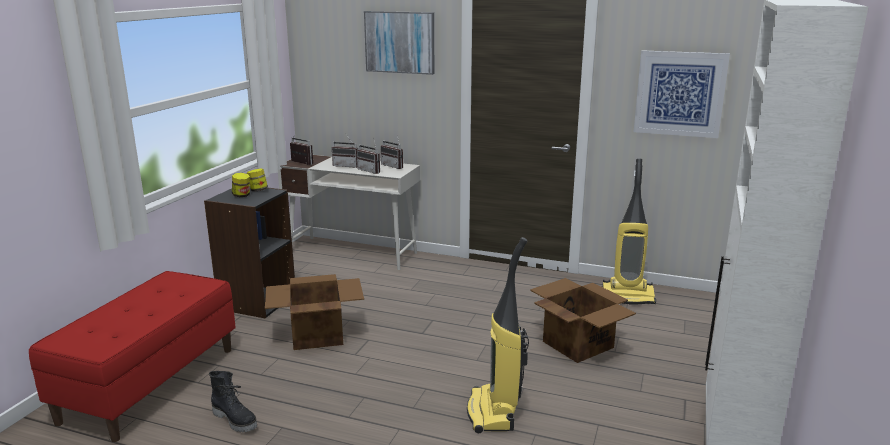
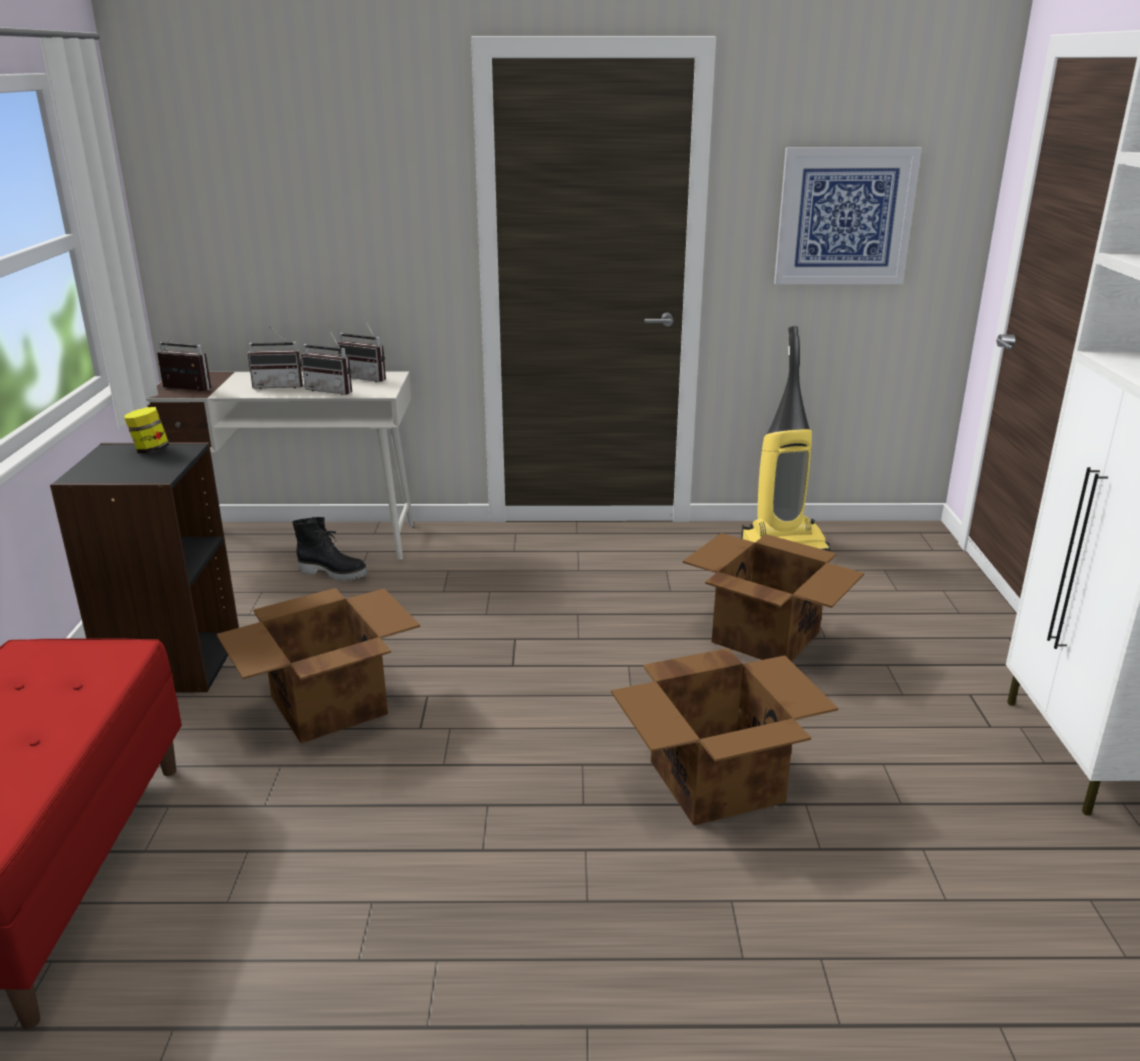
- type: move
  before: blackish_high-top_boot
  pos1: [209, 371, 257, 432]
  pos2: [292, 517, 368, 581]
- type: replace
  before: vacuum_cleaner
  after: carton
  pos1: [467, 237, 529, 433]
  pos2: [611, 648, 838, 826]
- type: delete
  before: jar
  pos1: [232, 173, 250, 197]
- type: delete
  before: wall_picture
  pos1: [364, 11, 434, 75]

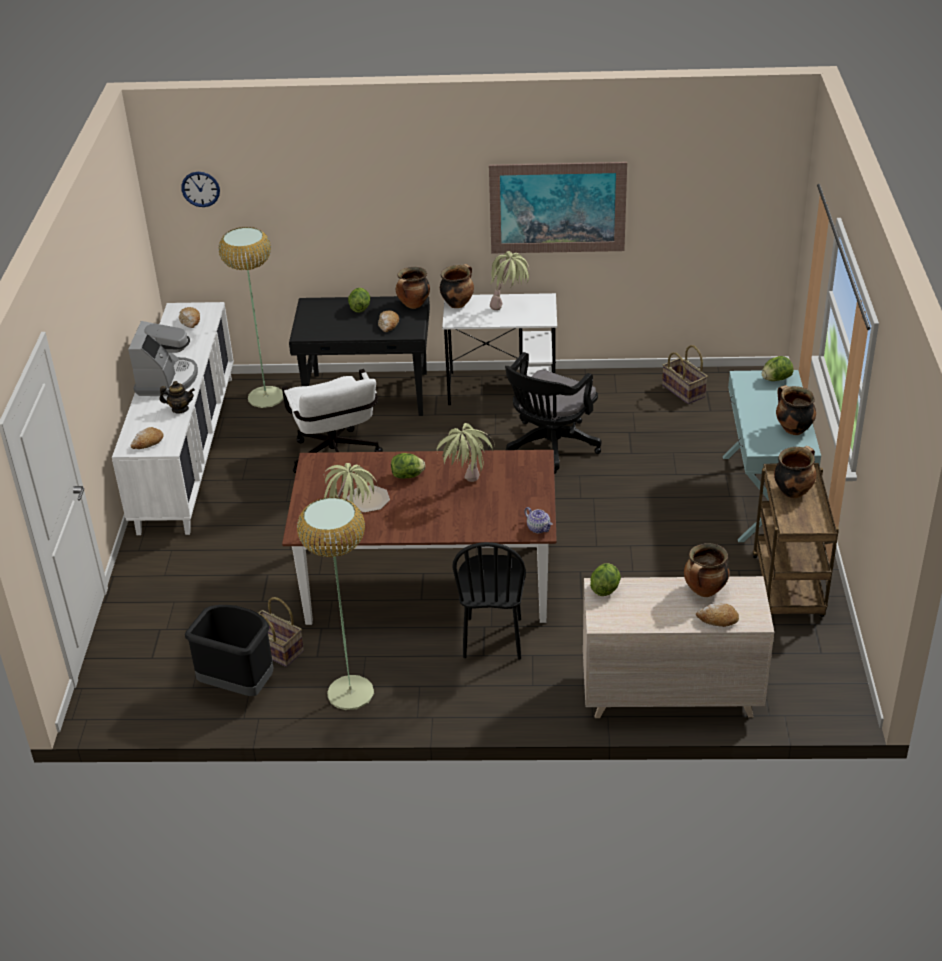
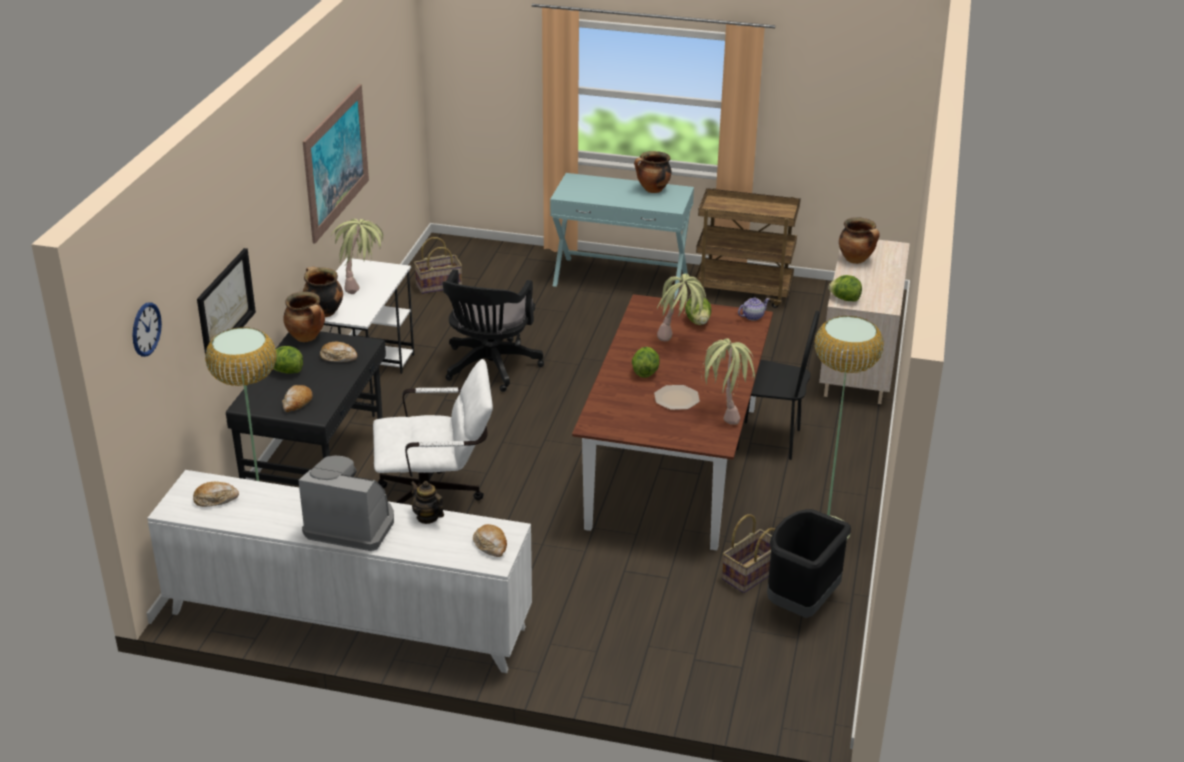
- type: insert
  after: wall_picture
  pos2: [197, 248, 256, 357]
- type: move
  before: bread
  pos1: [696, 603, 739, 627]
  pos2: [282, 385, 313, 412]
- type: rotate
  before: teapot
  pos1: [160, 381, 195, 413]
  pos2: [411, 481, 444, 524]
  turn: -60
- type: rotate
  before: blackish_desk_chair
  pos1: [505, 352, 602, 474]
  pos2: [442, 269, 544, 392]
  turn: 60
- type: move
  before: head_of_lettuce
  pos1: [762, 356, 794, 381]
  pos2: [685, 297, 711, 325]
- type: delete
  before: saucepot
  pos1: [774, 446, 816, 498]

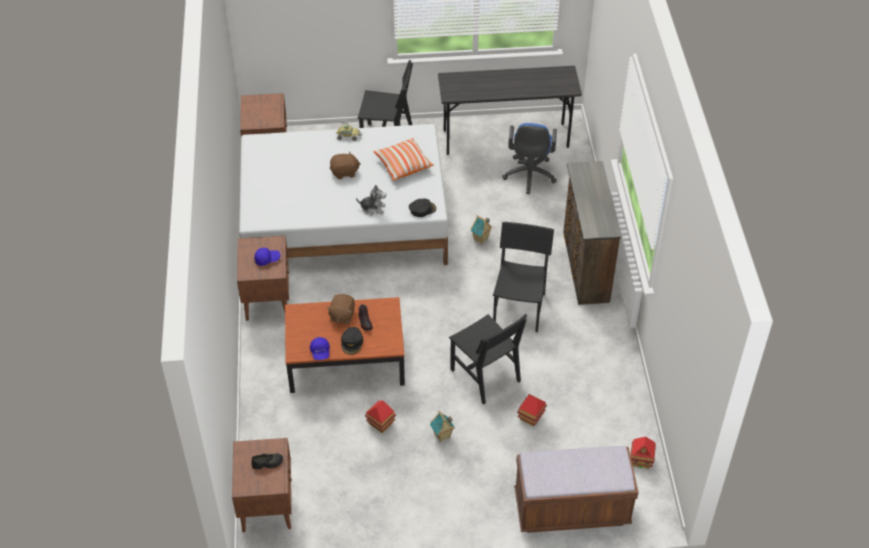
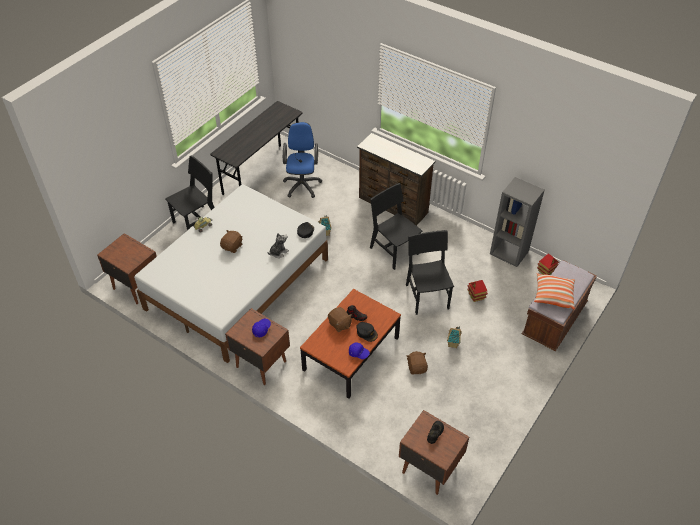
- type: rotate
  before: blue-coloured_desk_chair
  pos1: [502, 123, 557, 194]
  pos2: [283, 122, 322, 198]
  turn: -135
- type: rotate
  before: blackish_plain_chair
  pos1: [449, 314, 527, 404]
  pos2: [406, 230, 454, 315]
  turn: -105
- type: replace
  before: model_house
  after: brownish_plush_toy
  pos1: [365, 400, 396, 433]
  pos2: [407, 351, 428, 374]
- type: insert
  after: greyish_shelving_unit
  pos2: [490, 177, 545, 267]
- type: move
  before: cushion
  pos1: [373, 138, 434, 181]
  pos2: [534, 273, 575, 309]

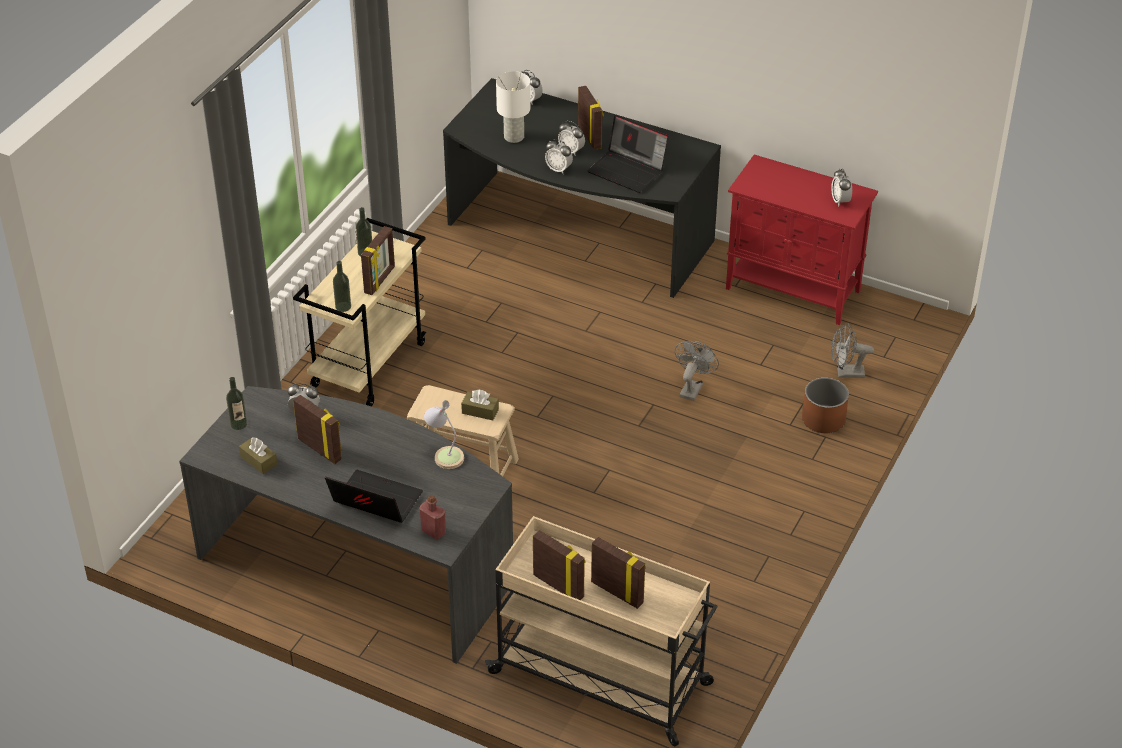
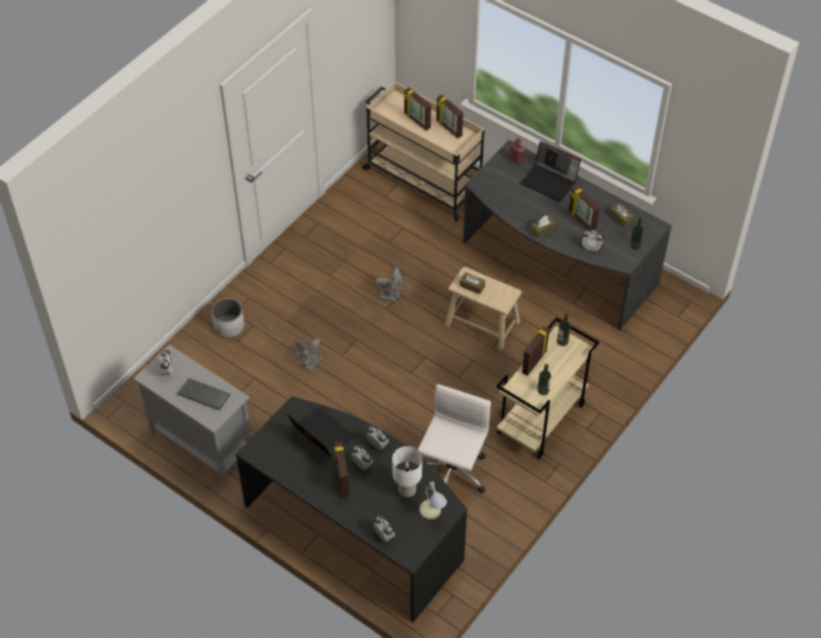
- type: recolor
  before: red-coloured_cupboard
  after: greyish_cupboard
  pos1: [726, 155, 878, 325]
  pos2: [133, 344, 252, 484]
- type: insert
  after: computer_keyboard
  pos2: [178, 378, 230, 410]
- type: recolor
  before: brownish_flower_pot
  after: white_flower_pot
  pos1: [802, 378, 849, 433]
  pos2: [212, 298, 244, 337]
- type: move
  before: greyish_fan
  pos1: [831, 323, 874, 378]
  pos2: [376, 266, 406, 302]
- type: insert
  after: white_desk_chair
  pos2: [417, 384, 491, 493]
- type: move
  before: tabletop_lamp
  pos1: [424, 400, 464, 469]
  pos2: [420, 481, 447, 519]
- type: insert
  after: brownish_tissue_holder
  pos2: [531, 215, 556, 238]

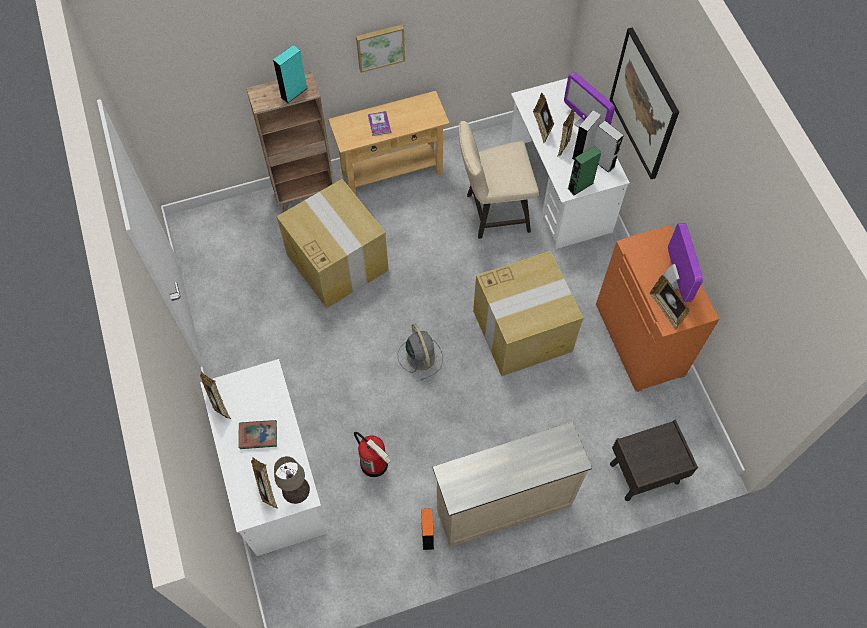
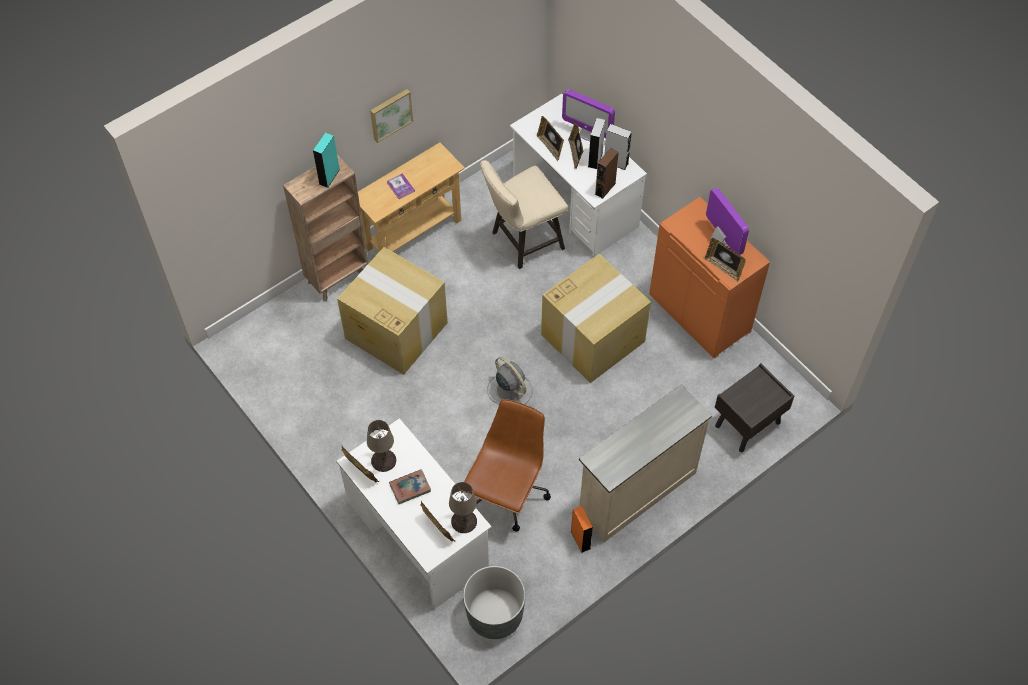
- type: insert
  after: beige-coloured_tabletop_lamp
  pos2: [367, 420, 396, 472]
- type: replace
  before: extinguisher
  after: brownish_desk_chair
  pos1: [354, 432, 391, 477]
  pos2: [463, 399, 551, 532]
- type: insert
  after: greyish_flower_pot
  pos2: [463, 566, 525, 639]
- type: recolor
  before: greenish_audio_speaker
  after: brownish_audio_speaker
  pos1: [568, 146, 601, 195]
  pos2: [595, 148, 619, 199]
- type: delete
  before: wall_picture
  pos1: [610, 27, 679, 179]

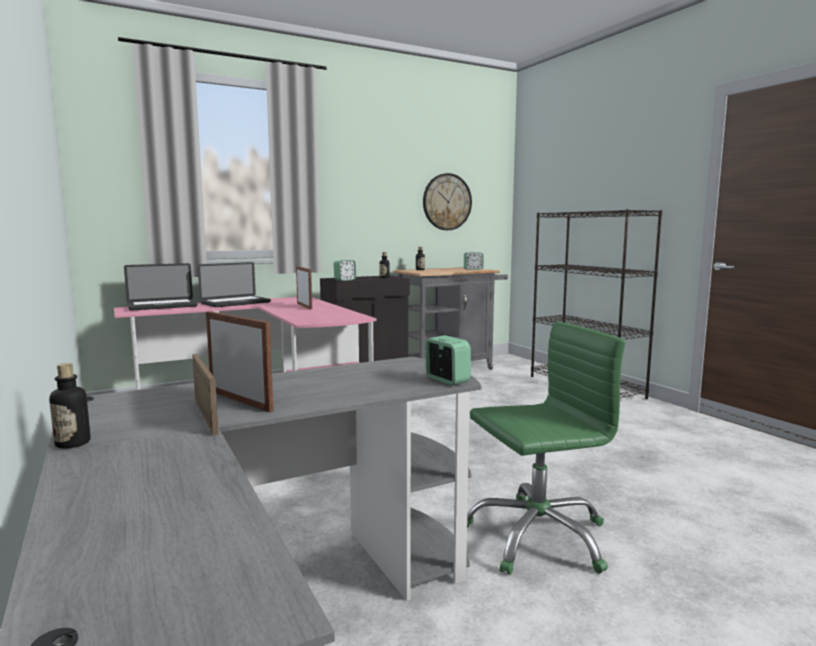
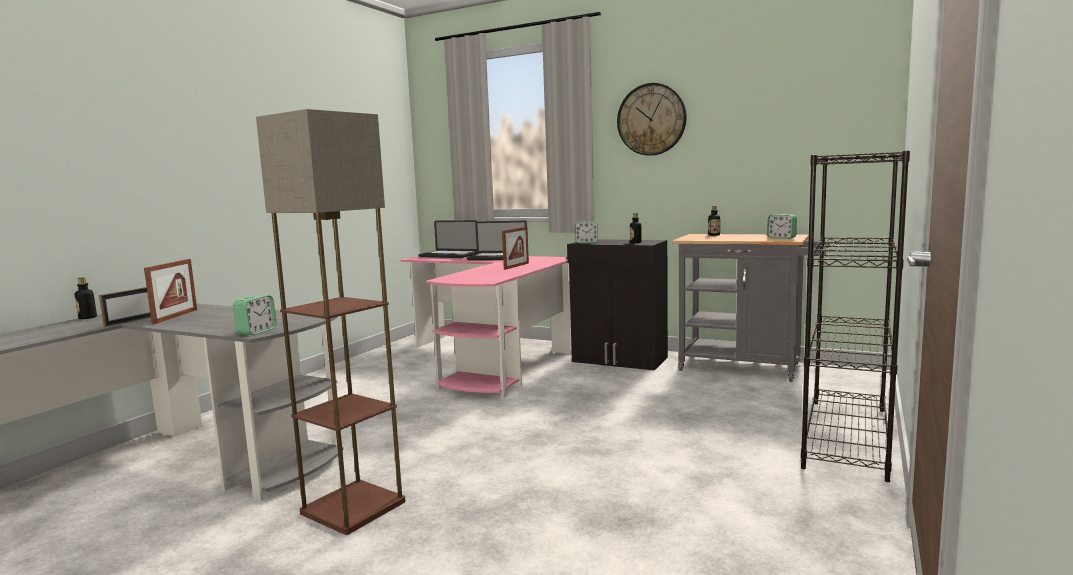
- type: replace
  before: greenish_desk_chair
  after: standing_lamp
  pos1: [467, 321, 625, 575]
  pos2: [256, 109, 405, 535]
- type: move
  before: wall_clock
  pos1: [423, 173, 472, 230]
  pos2: [617, 83, 687, 156]

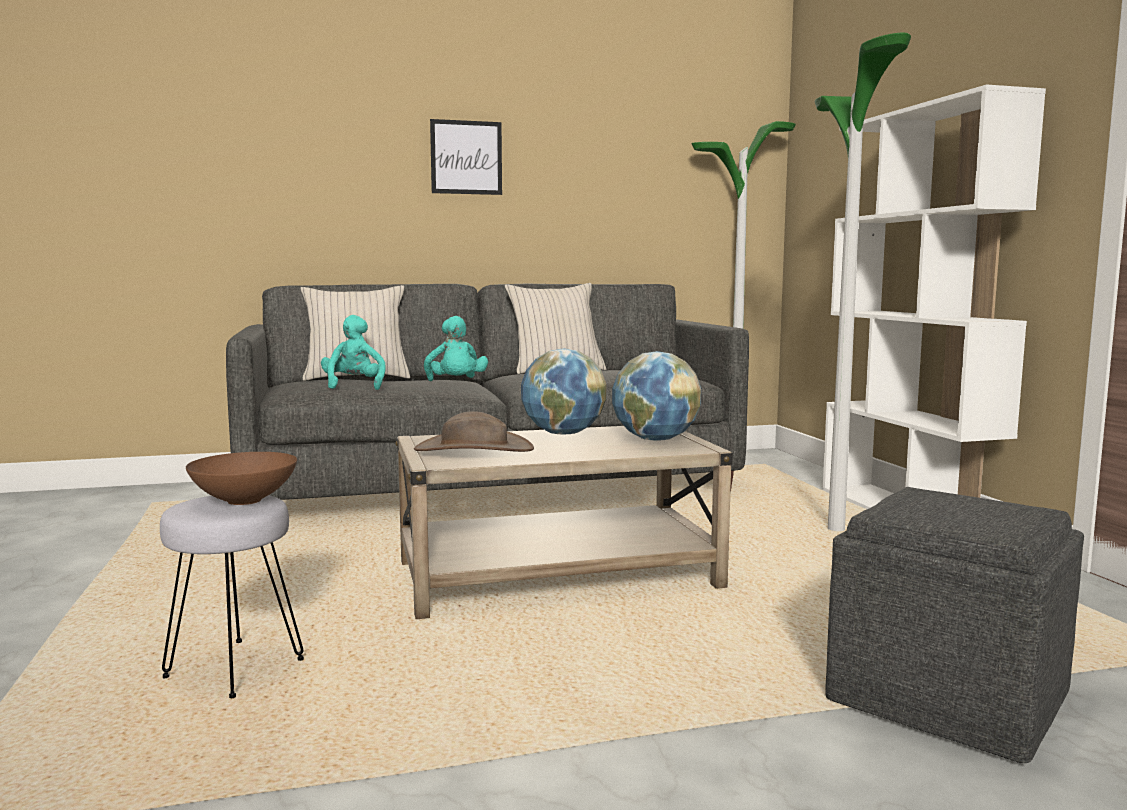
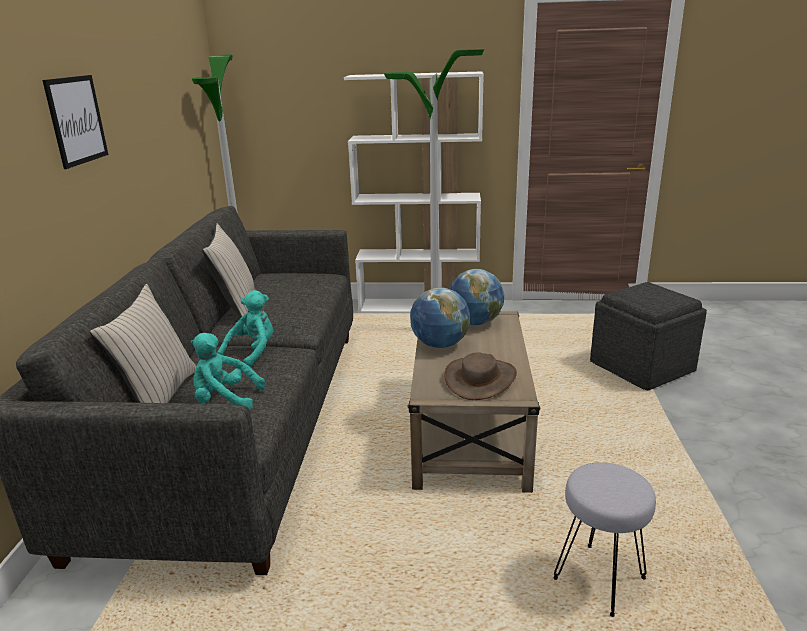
- type: rotate
  before: turquoise-coloured_plush_toy
  pos1: [424, 316, 488, 381]
  pos2: [217, 290, 274, 367]
  turn: -60
- type: delete
  before: brownish_deep_dish
  pos1: [186, 452, 297, 505]

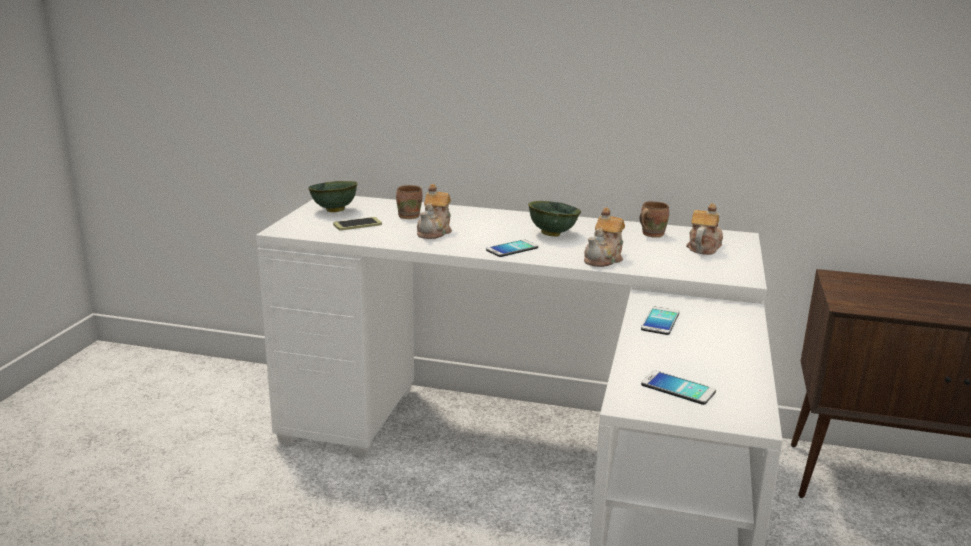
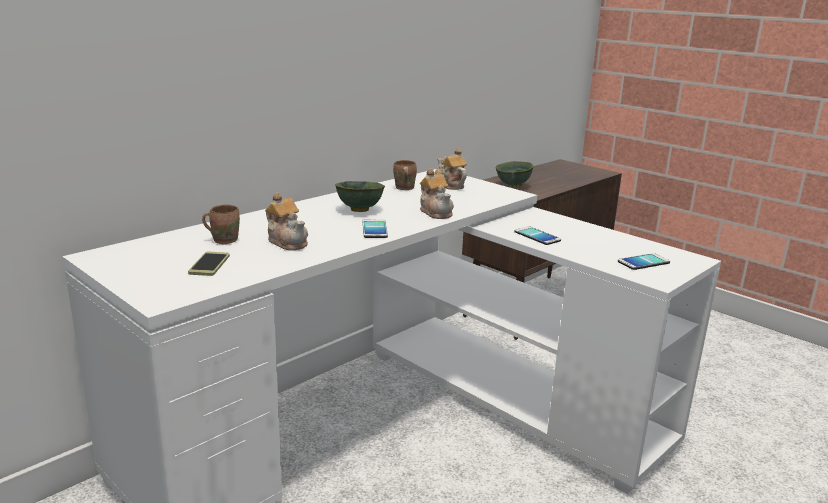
- type: move
  before: greenish_deep_dish
  pos1: [308, 181, 357, 212]
  pos2: [495, 161, 534, 188]

